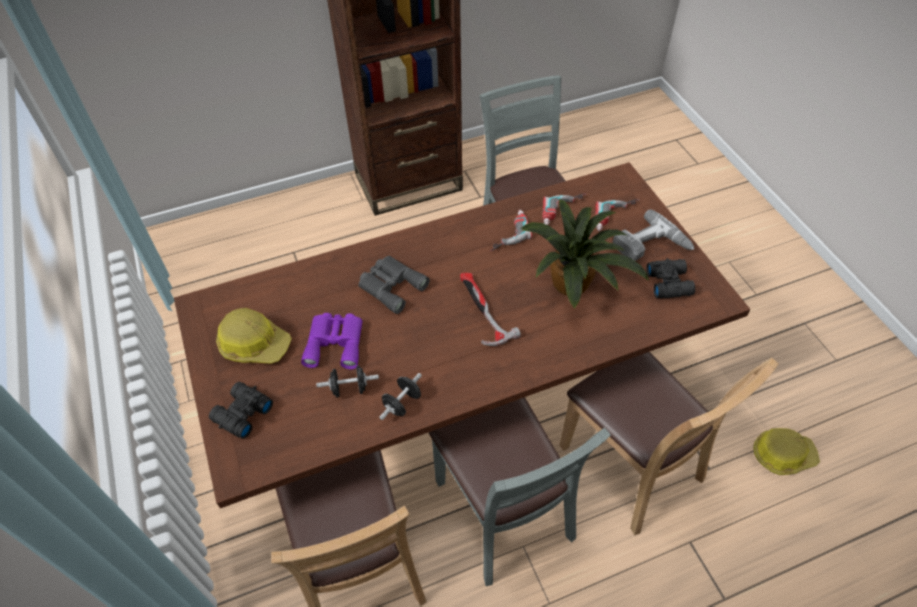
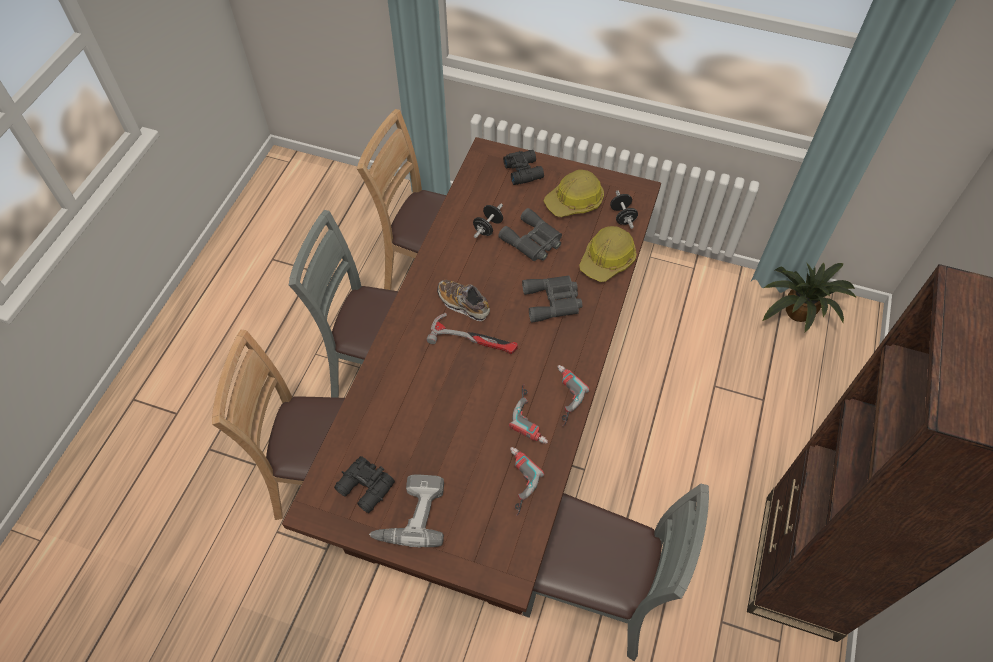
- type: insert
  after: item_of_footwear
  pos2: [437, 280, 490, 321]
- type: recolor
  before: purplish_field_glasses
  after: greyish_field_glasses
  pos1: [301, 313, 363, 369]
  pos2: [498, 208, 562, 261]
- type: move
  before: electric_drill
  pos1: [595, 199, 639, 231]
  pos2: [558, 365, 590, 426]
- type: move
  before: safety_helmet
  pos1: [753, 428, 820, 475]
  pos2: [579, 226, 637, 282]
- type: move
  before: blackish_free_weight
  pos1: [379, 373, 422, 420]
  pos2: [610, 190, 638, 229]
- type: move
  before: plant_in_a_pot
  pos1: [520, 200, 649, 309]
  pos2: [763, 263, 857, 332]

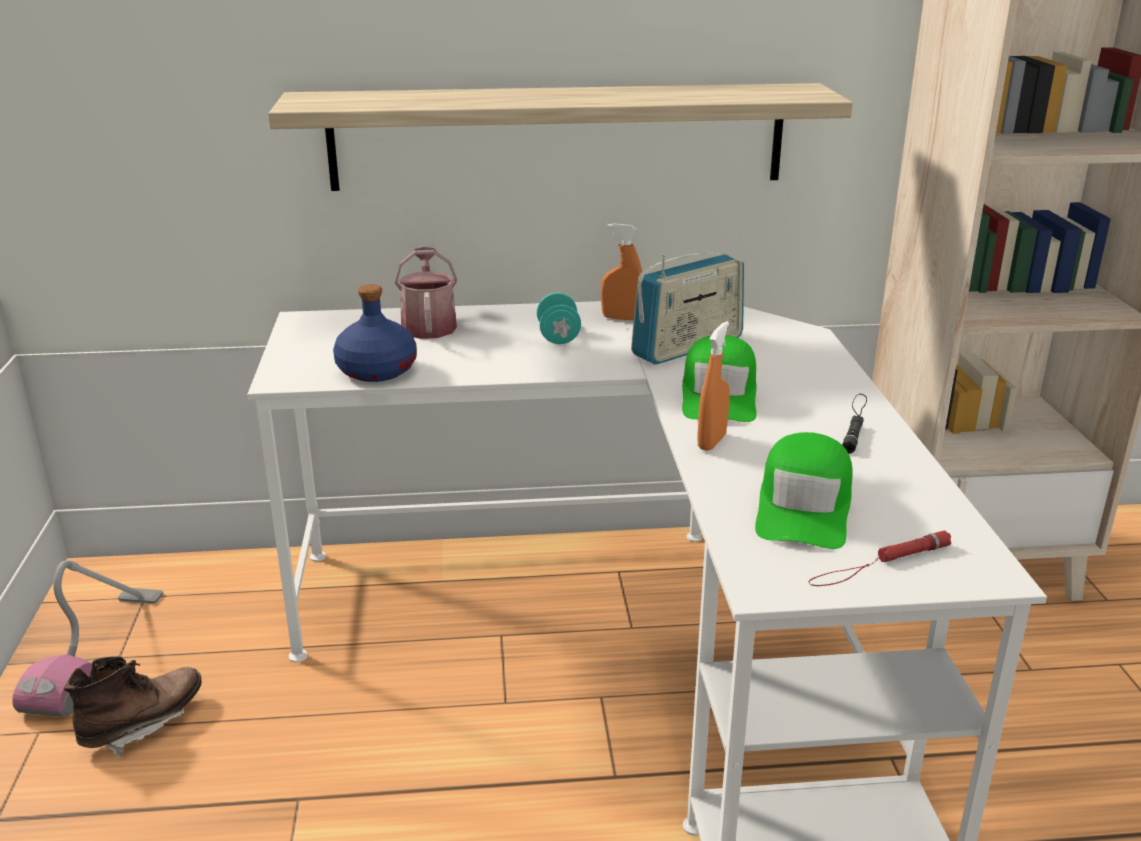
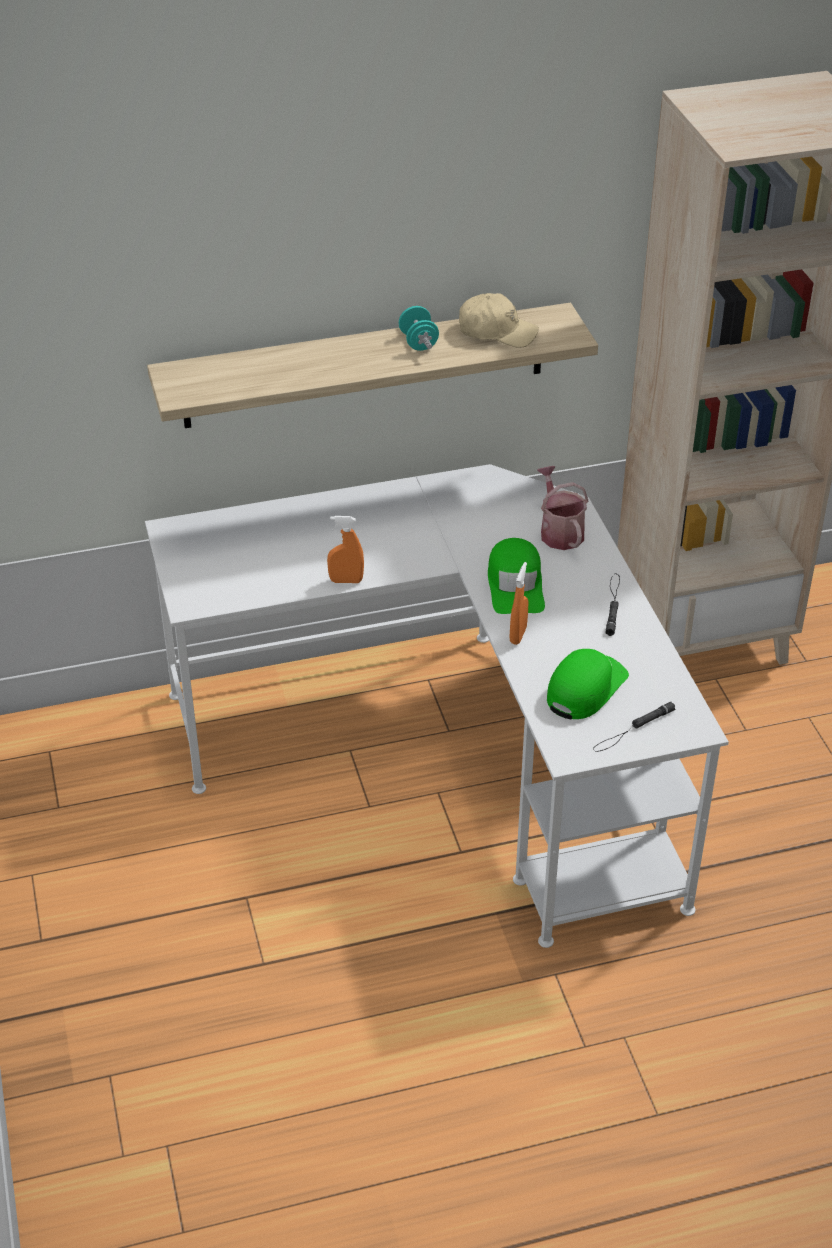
- type: move
  before: orangey_sprayer
  pos1: [601, 223, 643, 320]
  pos2: [327, 516, 364, 583]
- type: move
  before: turquoise-coloured_free_weight
  pos1: [537, 293, 581, 344]
  pos2: [399, 306, 439, 351]
- type: insert
  after: beige-coloured_peaked_cap
  pos2: [459, 293, 539, 348]
- type: move
  before: watering_pot
  pos1: [395, 247, 458, 339]
  pos2: [537, 466, 588, 550]
- type: rotate
  before: greenish_peaked_cap
  pos1: [755, 432, 853, 549]
  pos2: [547, 649, 629, 719]
  turn: -150
- type: recolor
  before: red-coloured_hand_torch
  after: blackish_hand_torch
  pos1: [809, 530, 951, 586]
  pos2: [593, 702, 675, 752]
- type: delete
  before: vacuum_cleaner
  pos1: [12, 560, 163, 717]
- type: delete
  before: brownish_high-top_boot
  pos1: [64, 656, 202, 757]
- type: delete
  before: blue-coloured_beverage_bottle
  pos1: [333, 284, 417, 382]
- type: delete
  before: radio
  pos1: [631, 253, 744, 365]

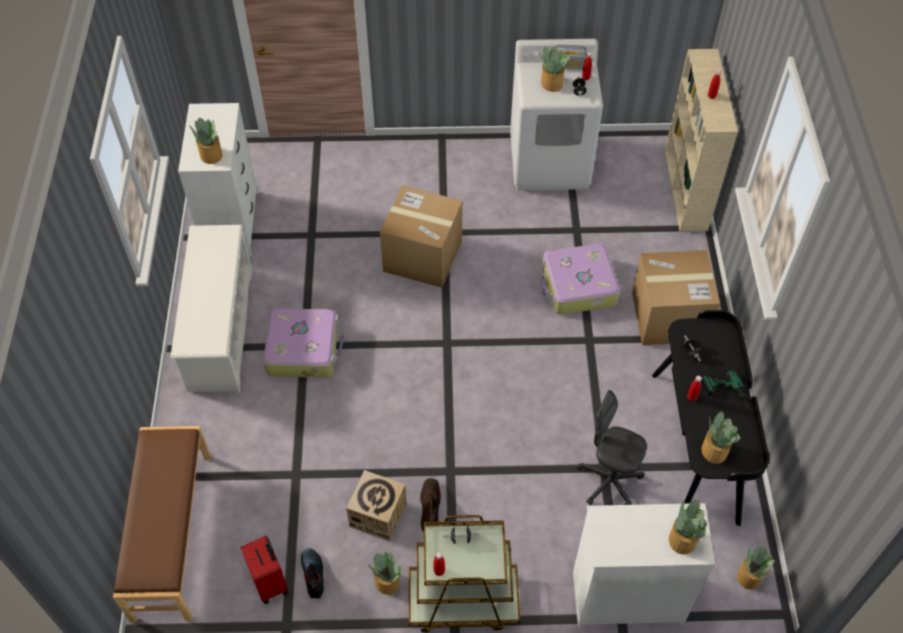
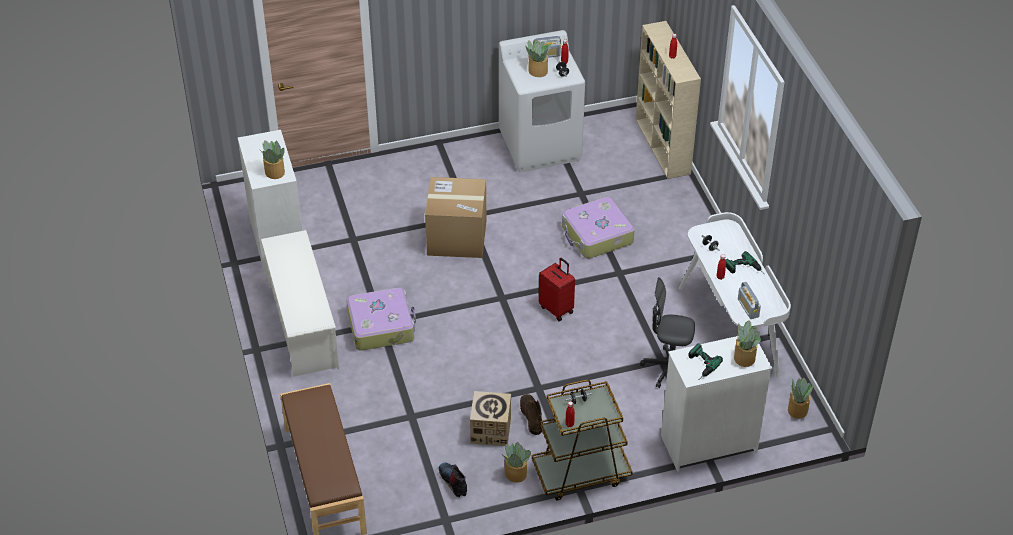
- type: move
  before: red-coloured_piece_of_luggage
  pos1: [240, 535, 288, 604]
  pos2: [539, 258, 575, 321]
- type: recolor
  before: blackish_desk
  after: white_desk
  pos1: [652, 310, 769, 526]
  pos2: [679, 212, 791, 378]
- type: insert
  after: electric_drill
  pos2: [688, 343, 723, 377]
- type: replace
  before: plant_in_a_pot
  after: radio
  pos1: [702, 411, 740, 464]
  pos2: [738, 282, 761, 319]
- type: delete
  before: carton
  pos1: [632, 250, 720, 345]

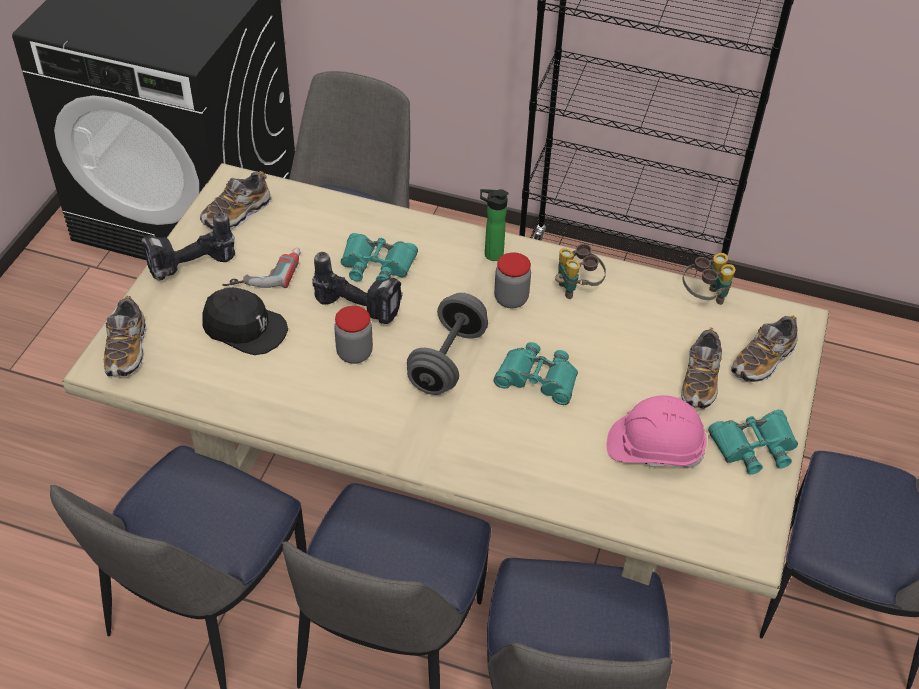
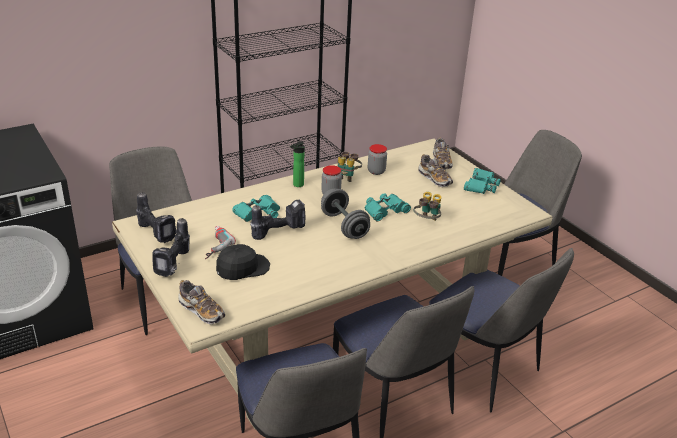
- type: replace
  before: item_of_footwear
  after: electric_drill
  pos1: [200, 171, 272, 229]
  pos2: [136, 192, 177, 243]
- type: move
  before: jar
  pos1: [334, 306, 373, 364]
  pos2: [368, 144, 387, 175]
- type: move
  before: field_glasses
  pos1: [683, 253, 736, 305]
  pos2: [414, 192, 441, 221]
- type: delete
  before: pink_safety_helmet
  pos1: [607, 395, 707, 468]

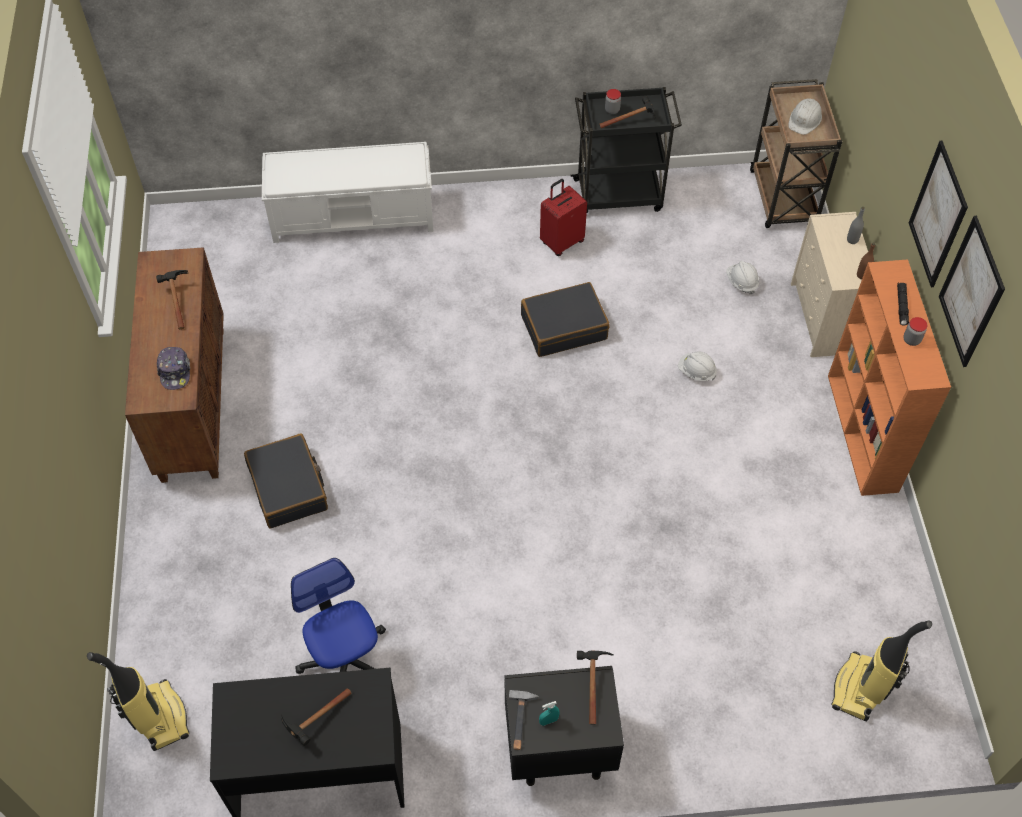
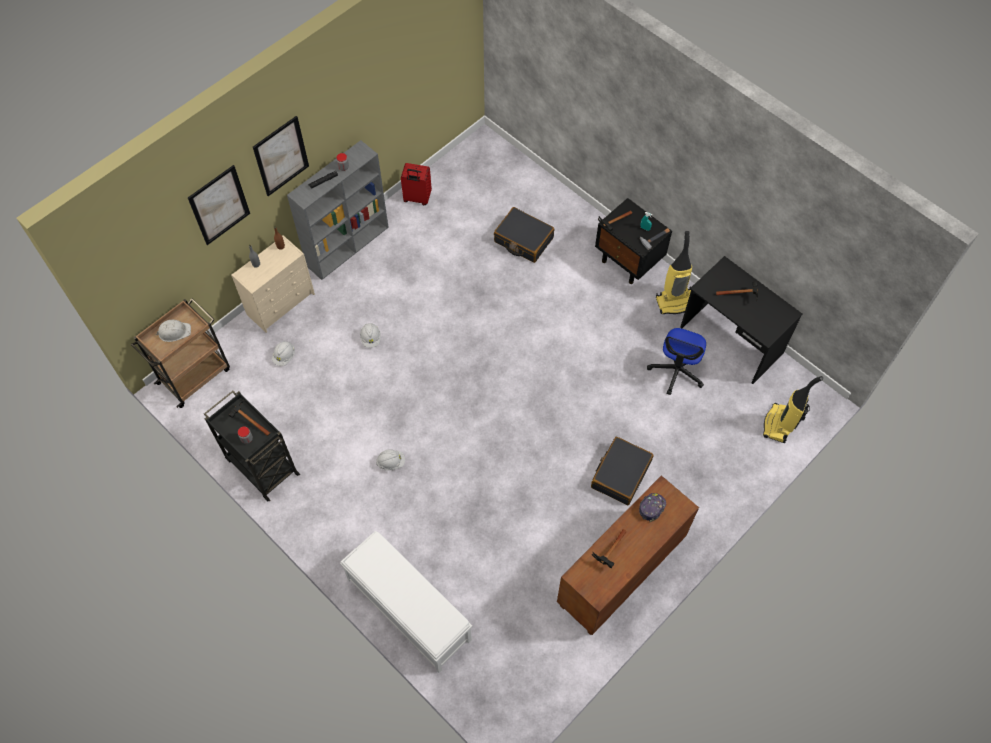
- type: move
  before: wall_picture
  pos1: [939, 216, 1005, 367]
  pos2: [188, 165, 250, 245]
- type: recolor
  before: orangey_shelving_unit
  after: greyish_shelving_unit
  pos1: [828, 260, 951, 496]
  pos2: [287, 140, 389, 280]
- type: insert
  after: white_safety_helmet
  pos2: [376, 449, 405, 471]
- type: move
  before: red-coloured_piece_of_luggage
  pos1: [540, 179, 587, 256]
  pos2: [401, 163, 432, 205]
- type: move
  before: blackish_piece_of_luggage
  pos1: [521, 282, 609, 357]
  pos2: [494, 207, 555, 263]
- type: move
  before: vacuum_cleaner
  pos1: [831, 620, 932, 721]
  pos2: [656, 231, 692, 314]

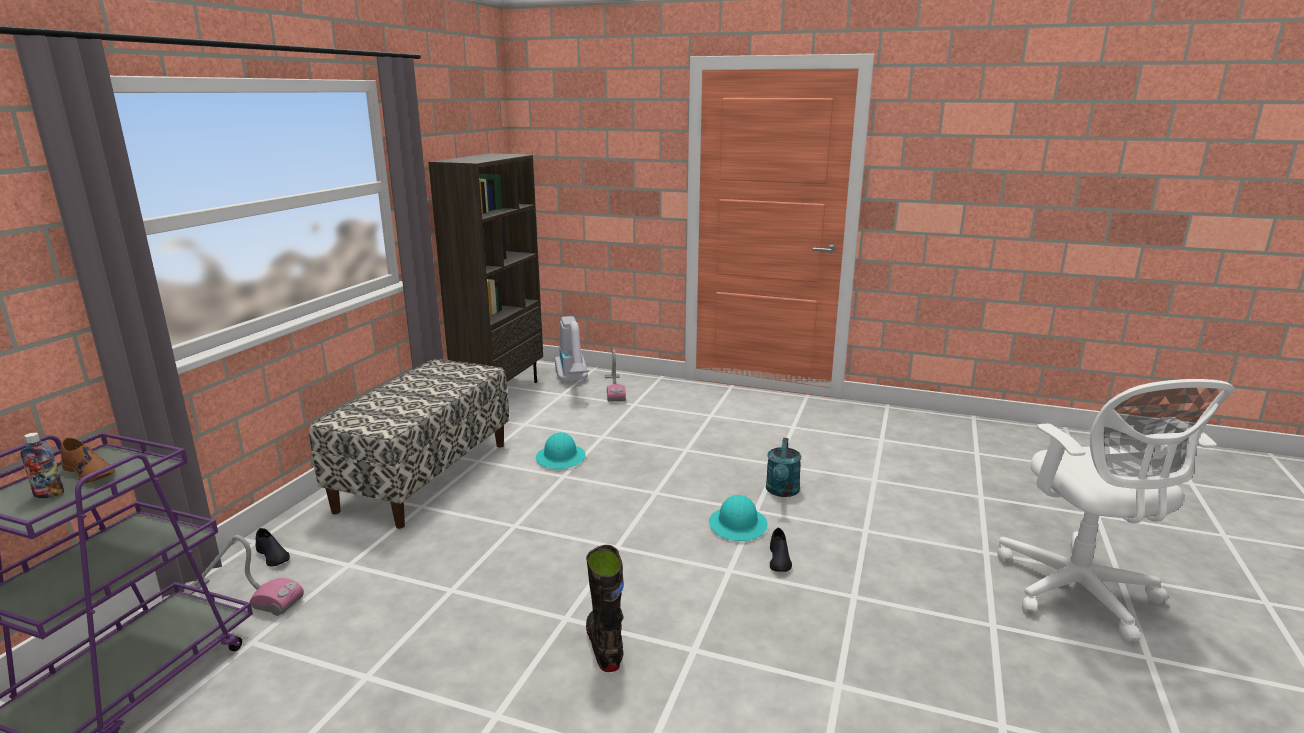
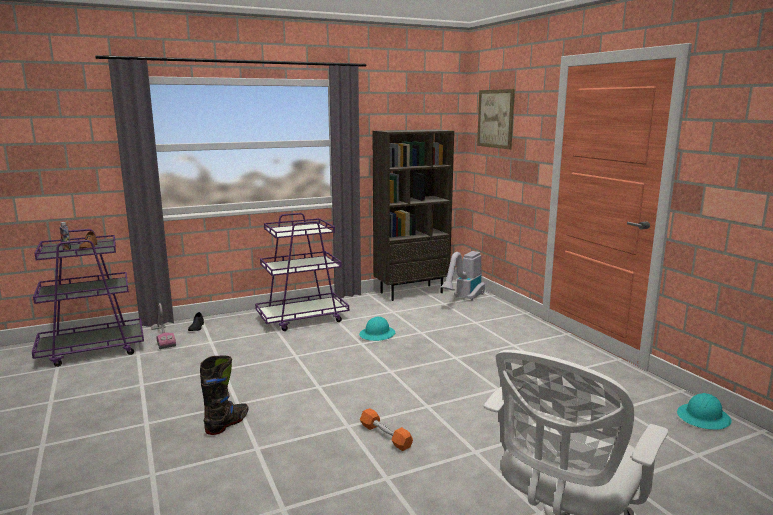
- type: replace
  before: long_seat
  after: purplish_trolley
  pos1: [309, 359, 509, 529]
  pos2: [255, 213, 349, 331]
- type: replace
  before: blackish_item_of_footwear
  after: orangey_free_weight
  pos1: [770, 528, 792, 572]
  pos2: [360, 408, 413, 451]
- type: insert
  after: wall_picture
  pos2: [477, 89, 515, 149]
- type: move
  before: turquoise-coloured_safety_helmet
  pos1: [709, 495, 768, 541]
  pos2: [677, 393, 732, 430]
- type: delete
  before: vacuum_cleaner
  pos1: [605, 350, 626, 402]
- type: delete
  before: turquoise-coloured_watering_pot
  pos1: [766, 438, 801, 497]

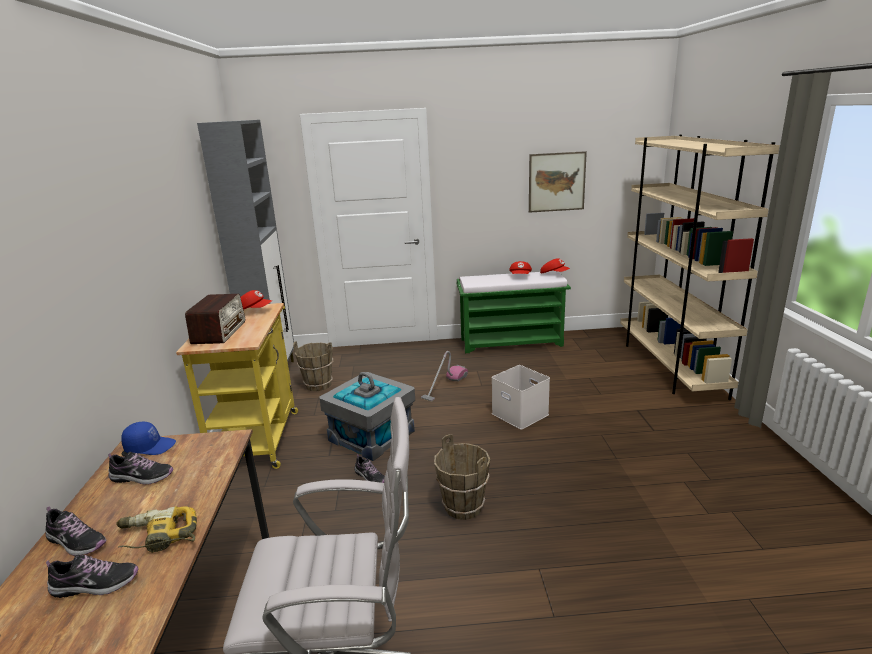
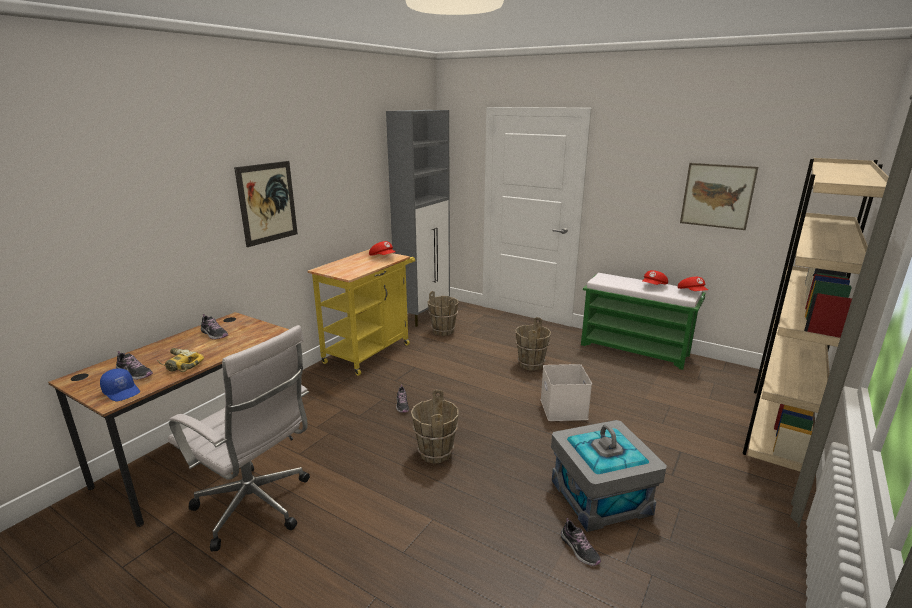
- type: move
  before: blue-coloured_peaked_cap
  pos1: [121, 422, 176, 455]
  pos2: [100, 368, 140, 402]
- type: insert
  after: wall_picture
  pos2: [234, 161, 298, 247]
- type: replace
  before: vacuum_cleaner
  after: brownish_pail
  pos1: [421, 351, 468, 401]
  pos2: [515, 317, 551, 371]
- type: move
  before: greyish_storage_bin
  pos1: [319, 372, 415, 461]
  pos2: [551, 420, 667, 532]
- type: move
  before: item_of_footwear
  pos1: [45, 506, 107, 556]
  pos2: [561, 518, 601, 566]
- type: delete
  before: radio
  pos1: [185, 294, 245, 344]

